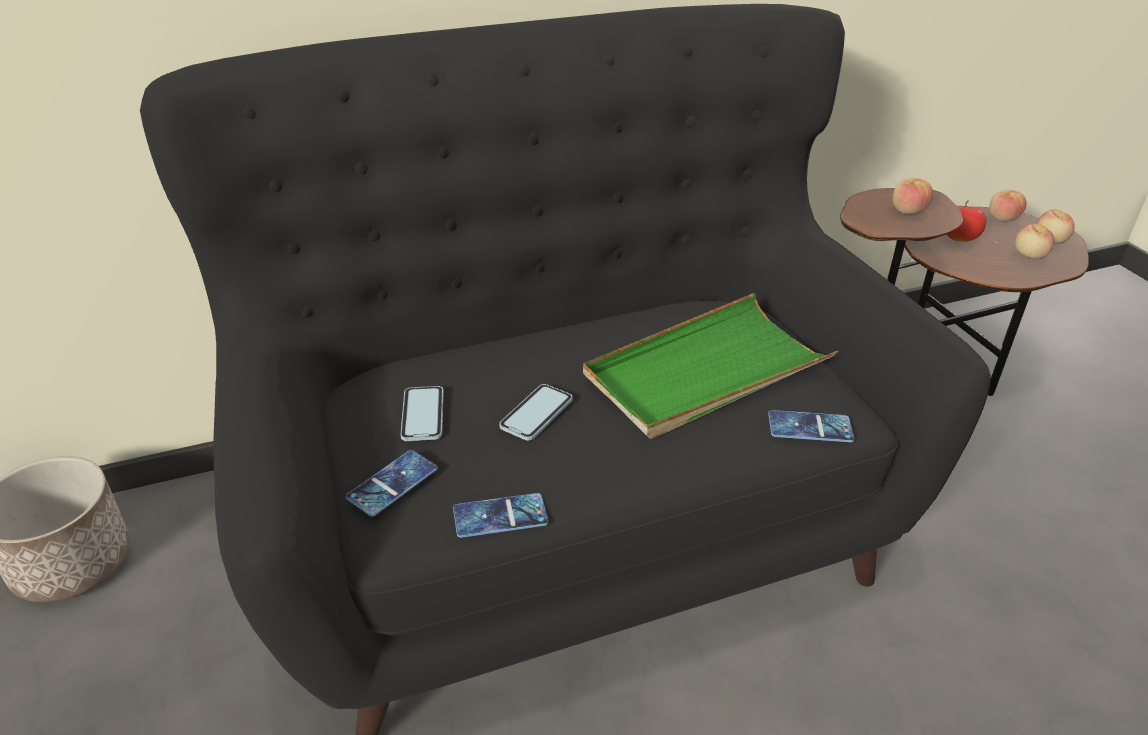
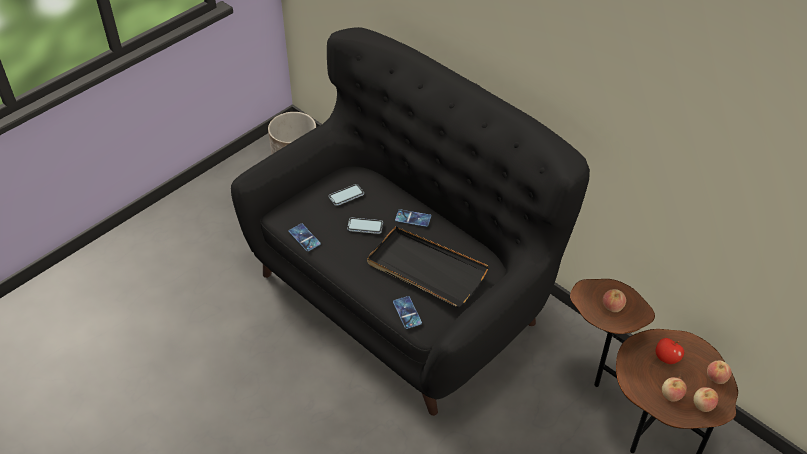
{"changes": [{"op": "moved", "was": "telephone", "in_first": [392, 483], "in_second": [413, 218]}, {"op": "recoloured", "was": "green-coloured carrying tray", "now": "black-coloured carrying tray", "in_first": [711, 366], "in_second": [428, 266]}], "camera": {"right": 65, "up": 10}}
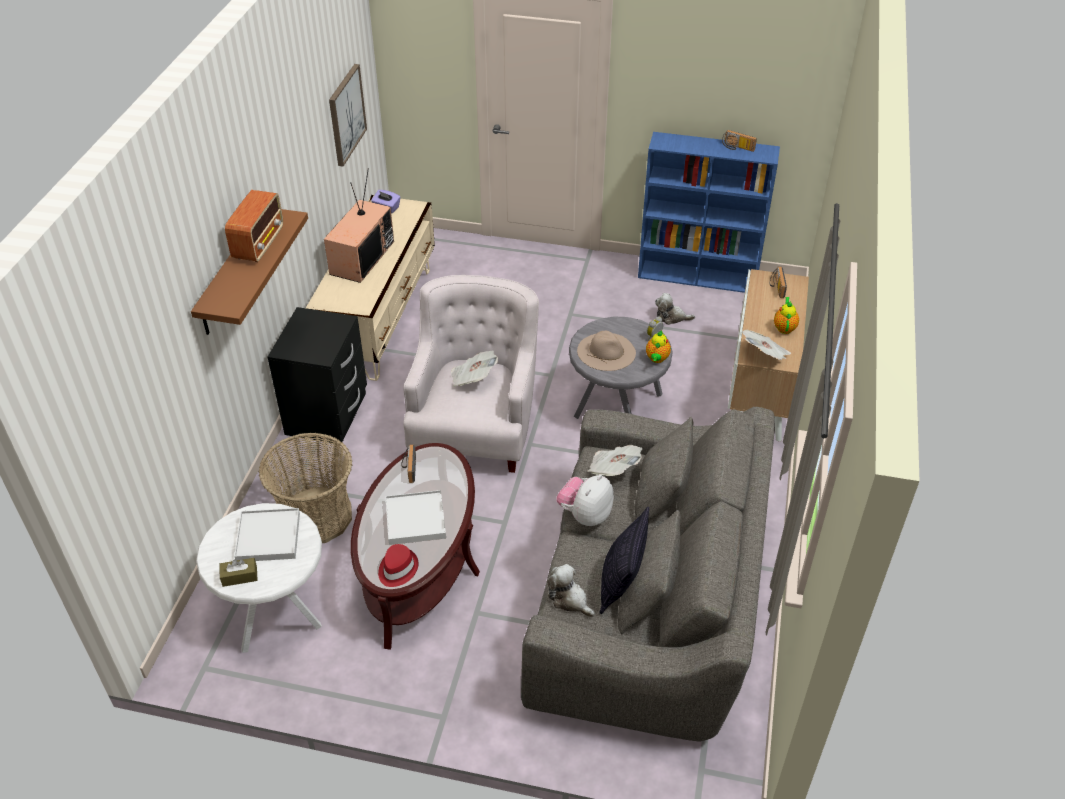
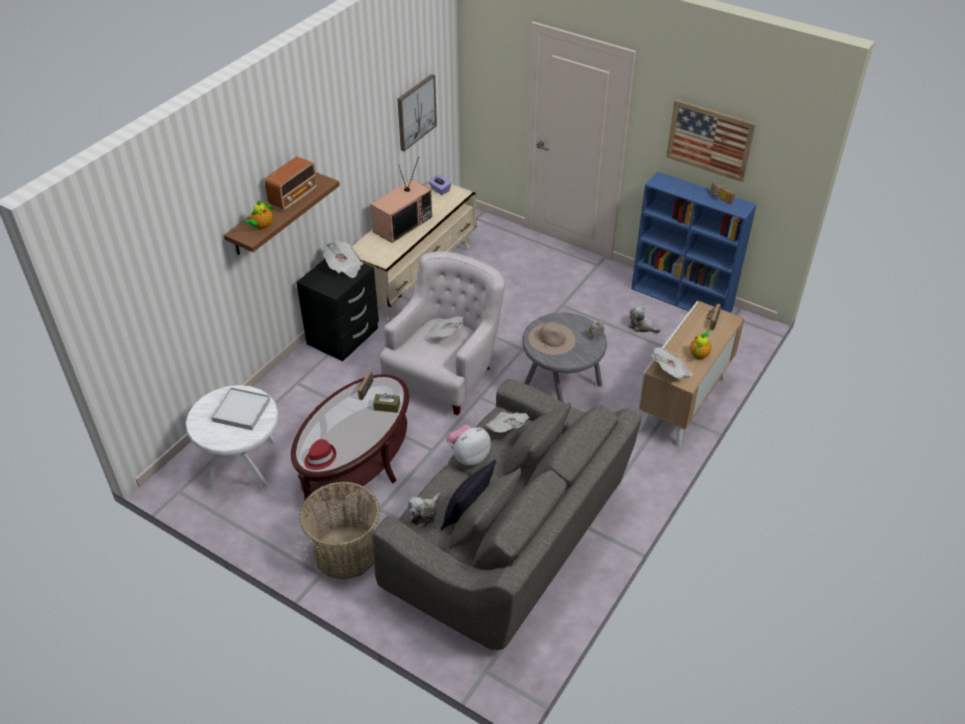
{"changes": [{"op": "moved", "was": "brown tissue box", "in_first": [238, 572], "in_second": [386, 403]}, {"op": "moved", "was": "basket", "in_first": [305, 488], "in_second": [340, 530]}, {"op": "removed", "was": "white-coloured carrying tray", "in_first": [415, 517]}, {"op": "turned", "was": "cuddly toy", "in_first": [571, 590], "in_second": [424, 510], "clockwise": -120}, {"op": "moved", "was": "tea pot", "in_first": [658, 346], "in_second": [258, 215]}, {"op": "added", "now": "newspaper", "in_second": [343, 259]}, {"op": "added", "now": "wall picture", "in_second": [711, 140]}], "camera": {"right": 20, "up": 0}}
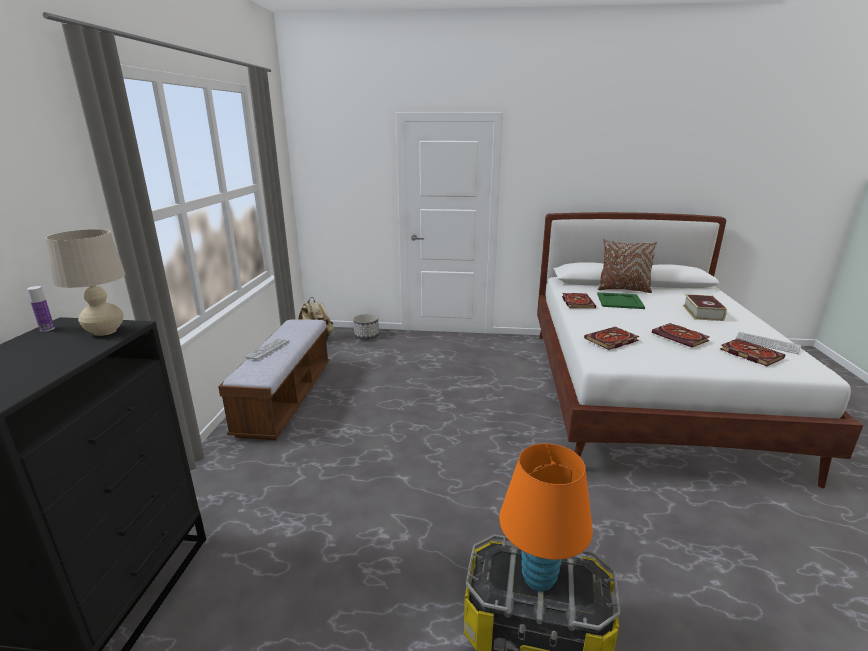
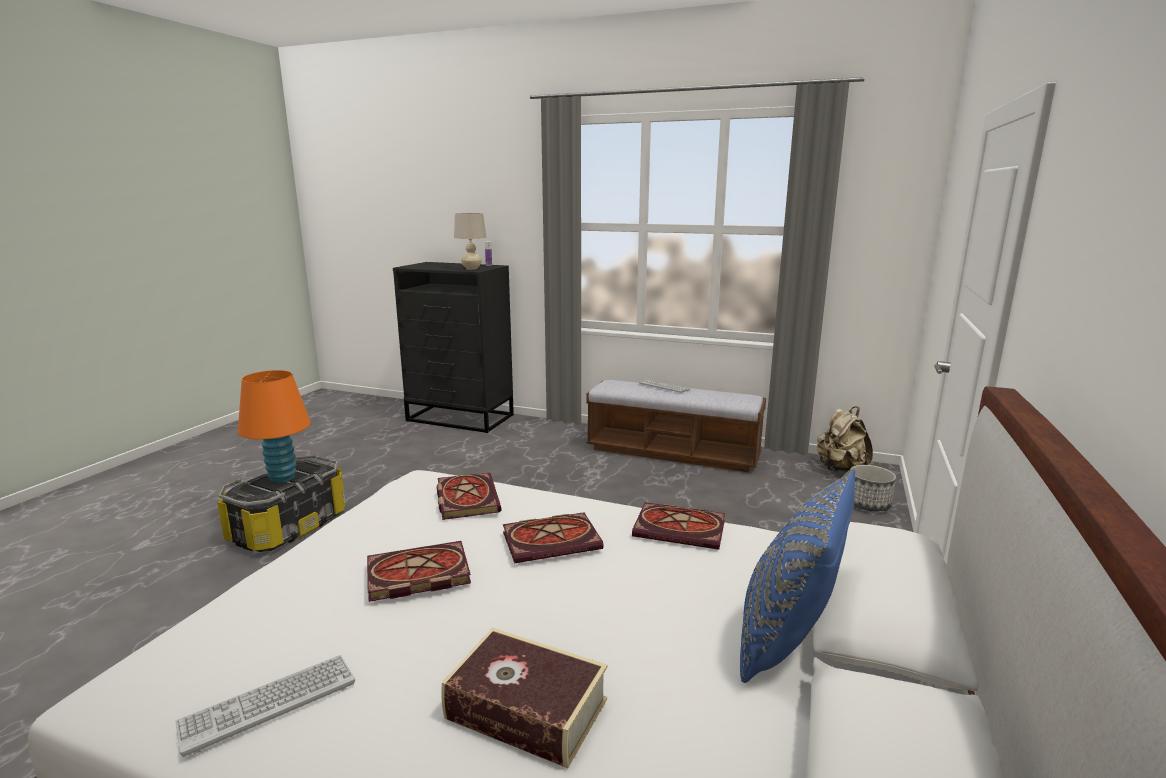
{"changes": [{"op": "recoloured", "was": "brown pillow", "now": "blue-coloured pillow", "in_first": [627, 266], "in_second": [797, 575]}, {"op": "removed", "was": "green-coloured carrying tray", "in_first": [621, 300]}, {"op": "moved", "was": "volume", "in_first": [752, 352], "in_second": [553, 537]}], "camera": {"right": 105, "up": -5}}
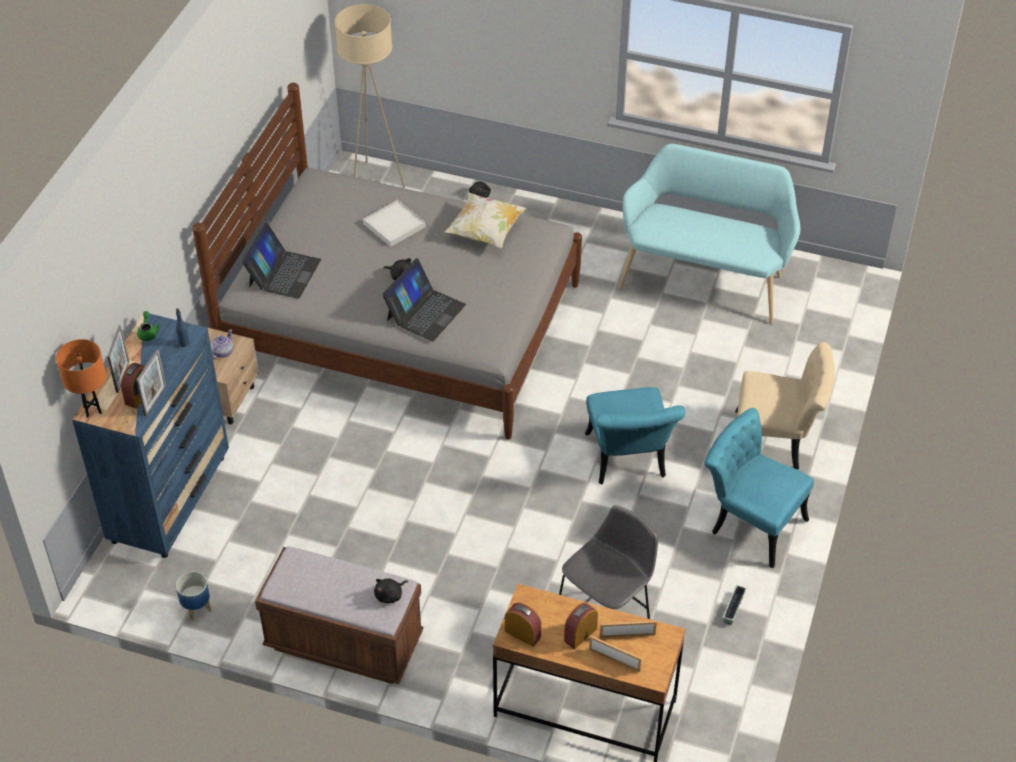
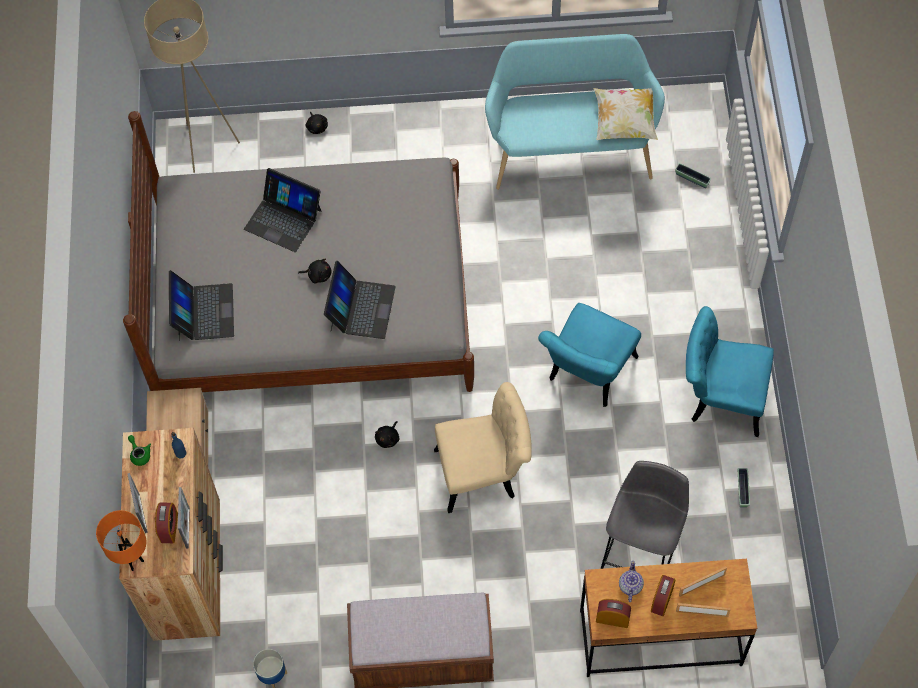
{"changes": [{"op": "recoloured", "was": "blue-coloured chest of drawers", "now": "brown chest of drawers", "in_first": [150, 435], "in_second": [171, 534]}, {"op": "moved", "was": "tea pot", "in_first": [222, 344], "in_second": [631, 581]}, {"op": "replaced", "was": "white-coloured carrying tray", "now": "portable computer", "in_first": [394, 223], "in_second": [283, 210]}, {"op": "moved", "was": "black-coloured cuddly toy", "in_first": [391, 591], "in_second": [387, 434]}, {"op": "moved", "was": "pillow", "in_first": [486, 221], "in_second": [625, 114]}, {"op": "turned", "was": "turquoise-coloured chair", "in_first": [635, 435], "in_second": [589, 355], "clockwise": 60}, {"op": "moved", "was": "beige-coloured chair", "in_first": [785, 406], "in_second": [483, 447]}, {"op": "added", "now": "plant pot", "in_second": [693, 175]}], "camera": {"right": -20, "up": 15}}
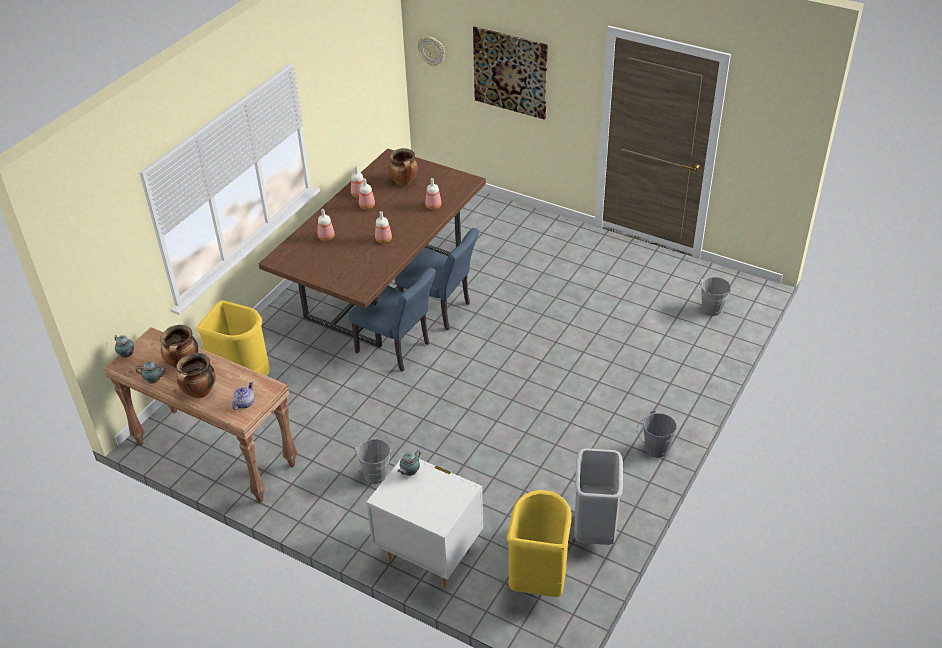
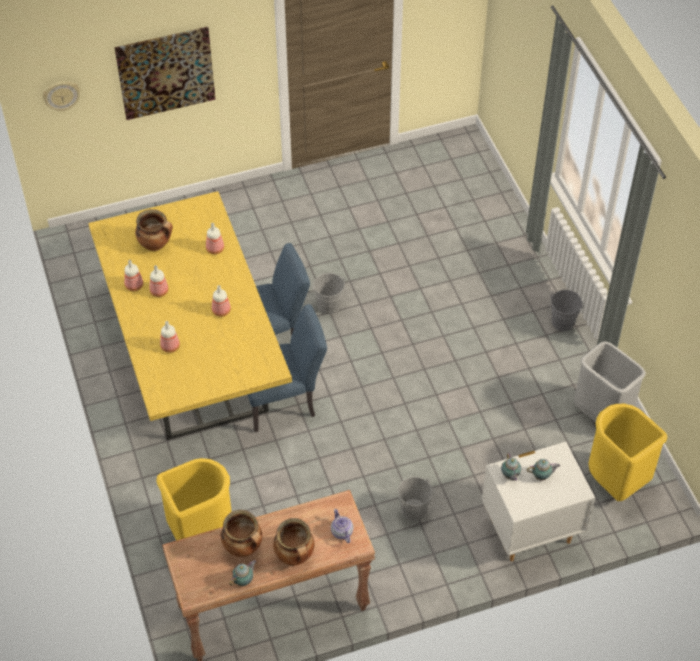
{"changes": [{"op": "moved", "was": "tea pot", "in_first": [124, 347], "in_second": [543, 470]}, {"op": "recoloured", "was": "brown dinner table", "now": "yellow dinner table", "in_first": [372, 248], "in_second": [190, 315]}, {"op": "moved", "was": "grey pail", "in_first": [715, 296], "in_second": [329, 293]}], "camera": {"right": -50, "up": 10}}
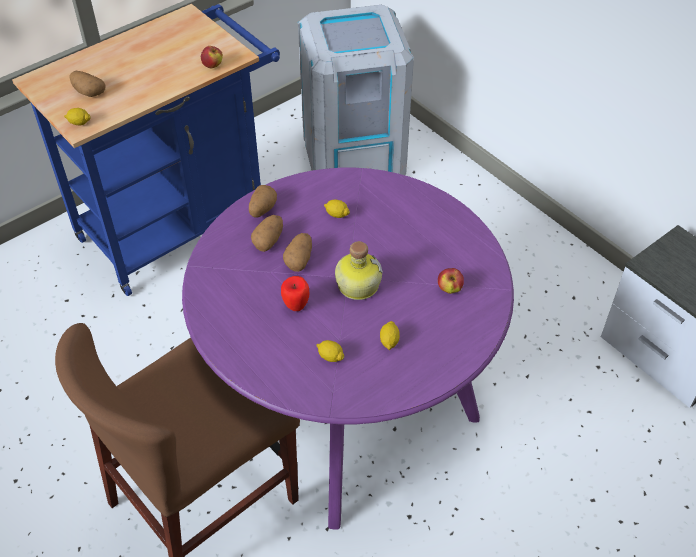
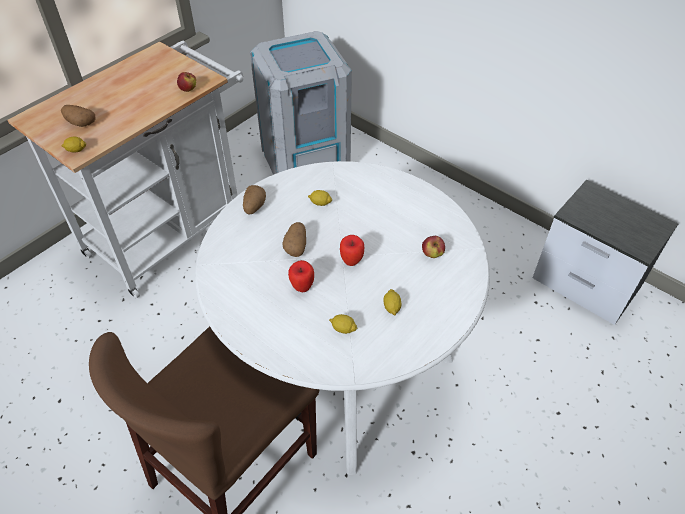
{"changes": [{"op": "recoloured", "was": "blue-coloured wheeled cart", "now": "white-coloured wheeled cart", "in_first": [146, 150], "in_second": [126, 169]}, {"op": "recoloured", "was": "purple dinner table", "now": "white-coloured dinner table", "in_first": [348, 349], "in_second": [342, 318]}, {"op": "removed", "was": "potato", "in_first": [267, 233]}, {"op": "replaced", "was": "bottle", "now": "whole apple", "in_first": [359, 270], "in_second": [352, 250]}], "camera": {"right": -10, "up": 0}}
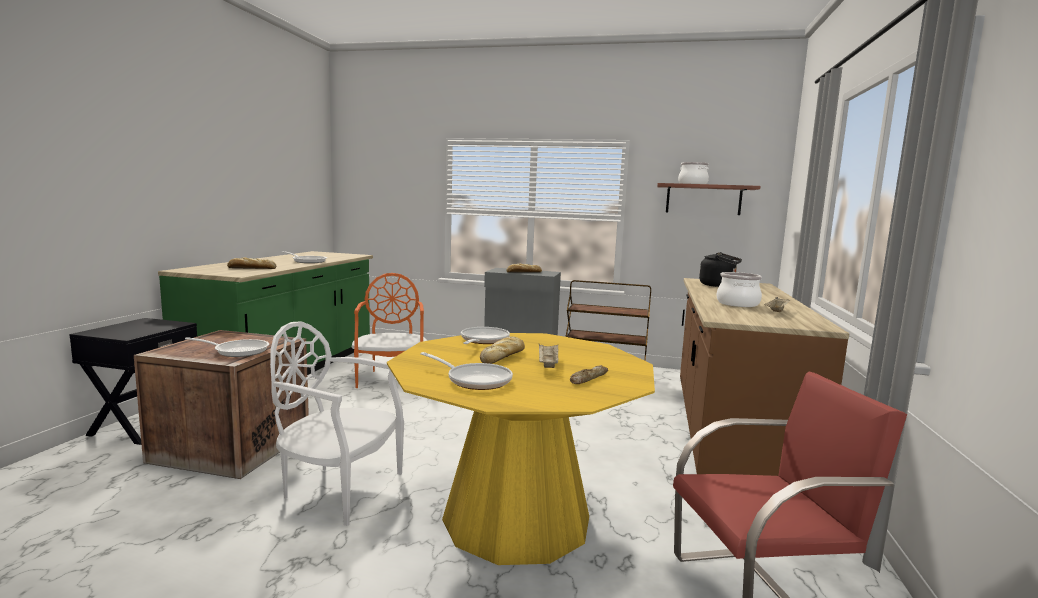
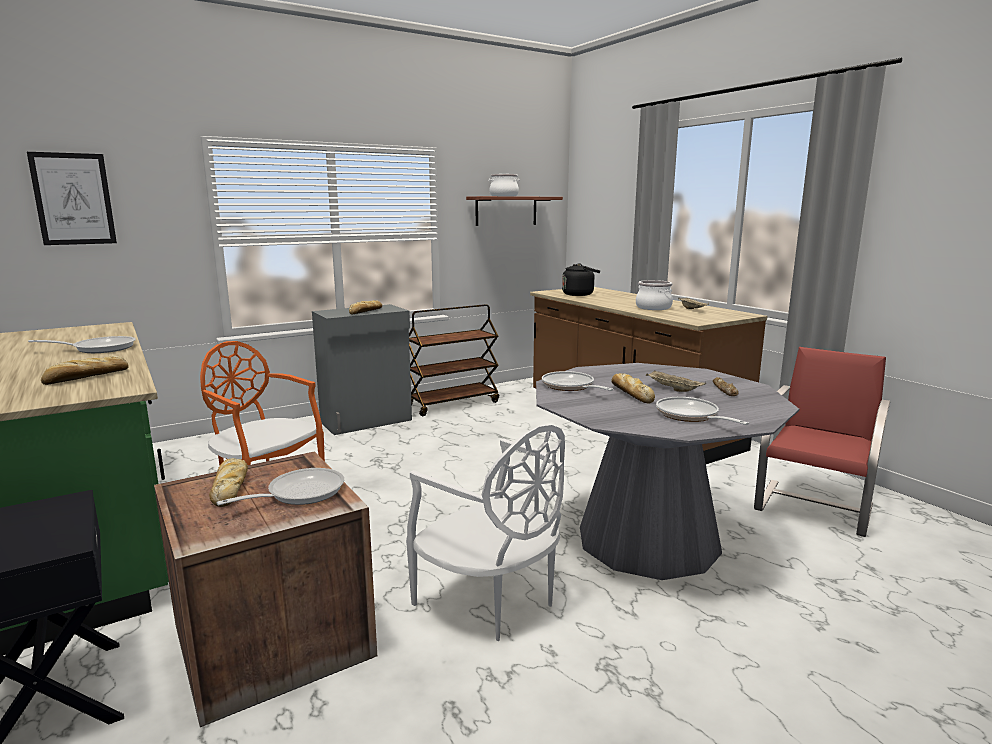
{"changes": [{"op": "turned", "was": "white-coloured chair", "in_first": [337, 423], "in_second": [485, 532], "clockwise": -105}, {"op": "recoloured", "was": "yellow dinner table", "now": "grey dinner table", "in_first": [521, 449], "in_second": [667, 471]}, {"op": "turned", "was": "skillet", "in_first": [466, 371], "in_second": [702, 411], "clockwise": -105}, {"op": "added", "now": "wall picture", "in_second": [72, 198]}, {"op": "added", "now": "bread", "in_second": [228, 482]}], "camera": {"right": -45, "up": 5}}
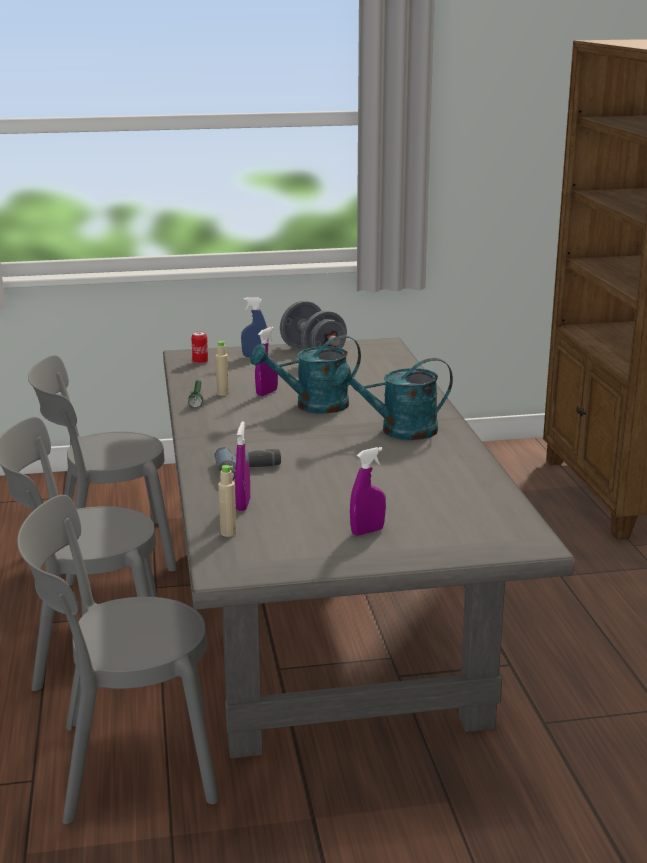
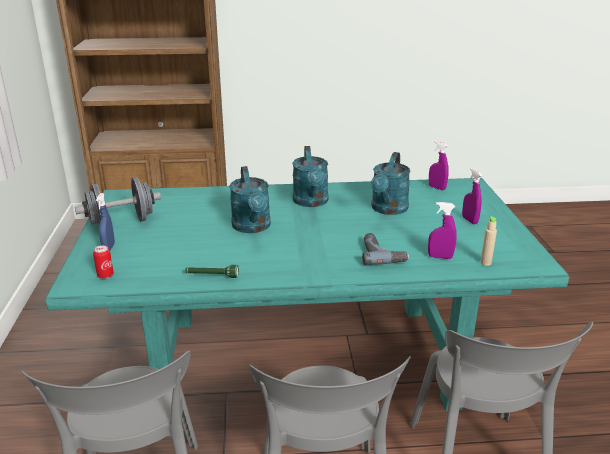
{"changes": [{"op": "recoloured", "was": "grey dinner table", "now": "turquoise-coloured dinner table", "in_first": [369, 548], "in_second": [307, 294]}, {"op": "removed", "was": "beige-coloured bottle", "in_first": [222, 368]}, {"op": "moved", "was": "purple spray bottle", "in_first": [266, 361], "in_second": [439, 165]}, {"op": "added", "now": "turquoise-coloured watering pot", "in_second": [390, 183]}], "camera": {"right": -85, "up": 5}}
